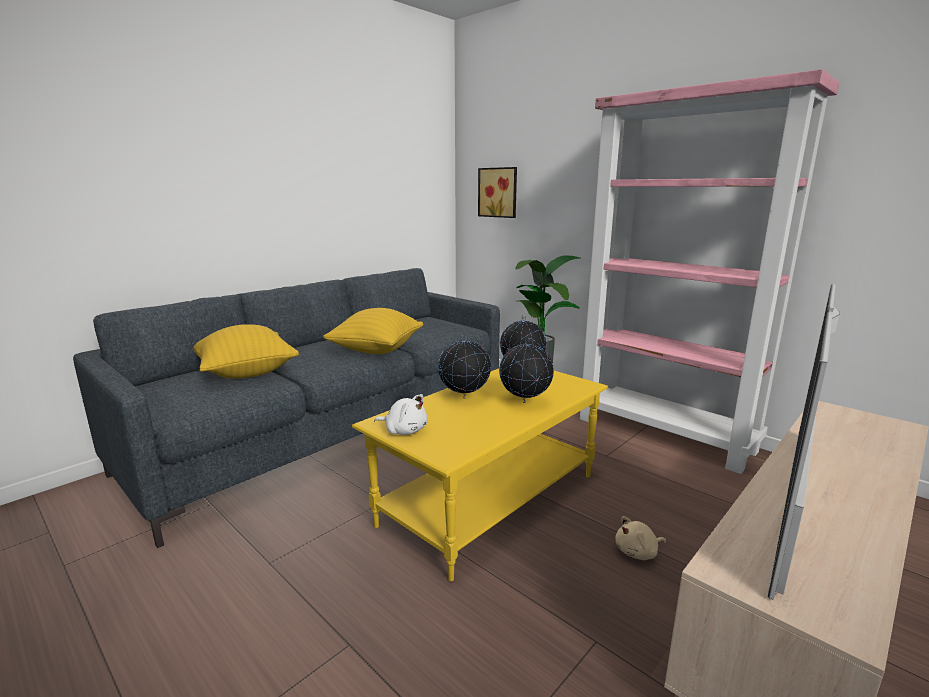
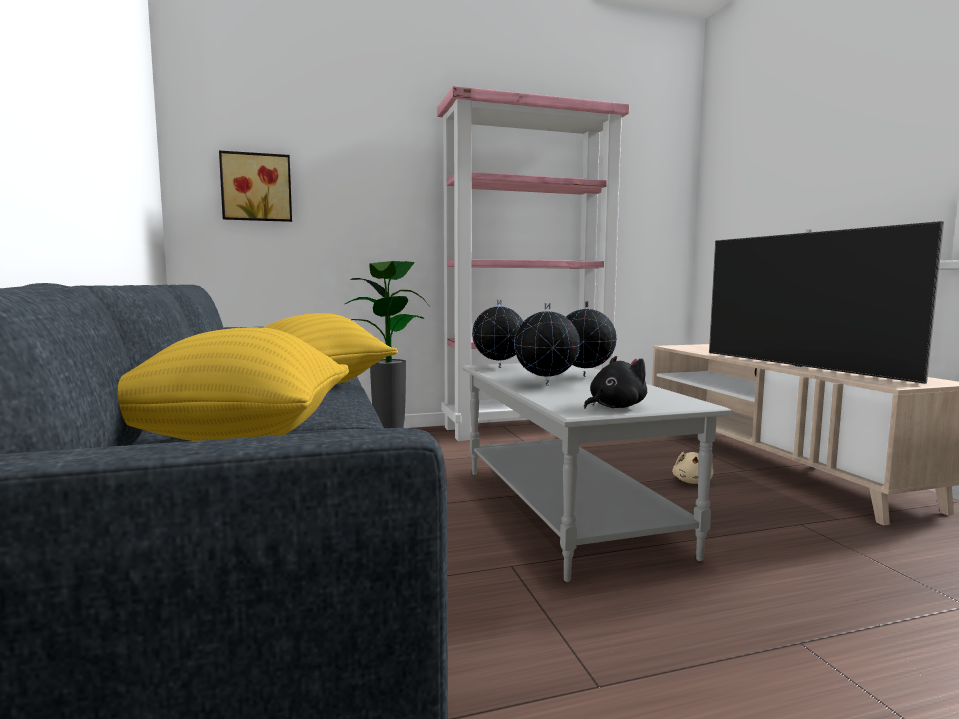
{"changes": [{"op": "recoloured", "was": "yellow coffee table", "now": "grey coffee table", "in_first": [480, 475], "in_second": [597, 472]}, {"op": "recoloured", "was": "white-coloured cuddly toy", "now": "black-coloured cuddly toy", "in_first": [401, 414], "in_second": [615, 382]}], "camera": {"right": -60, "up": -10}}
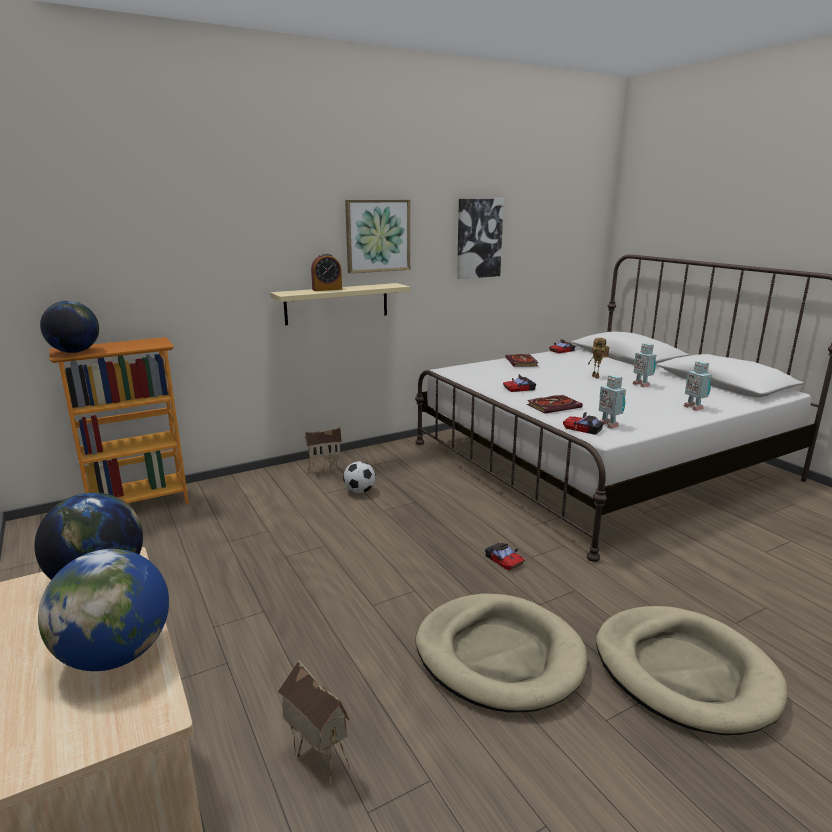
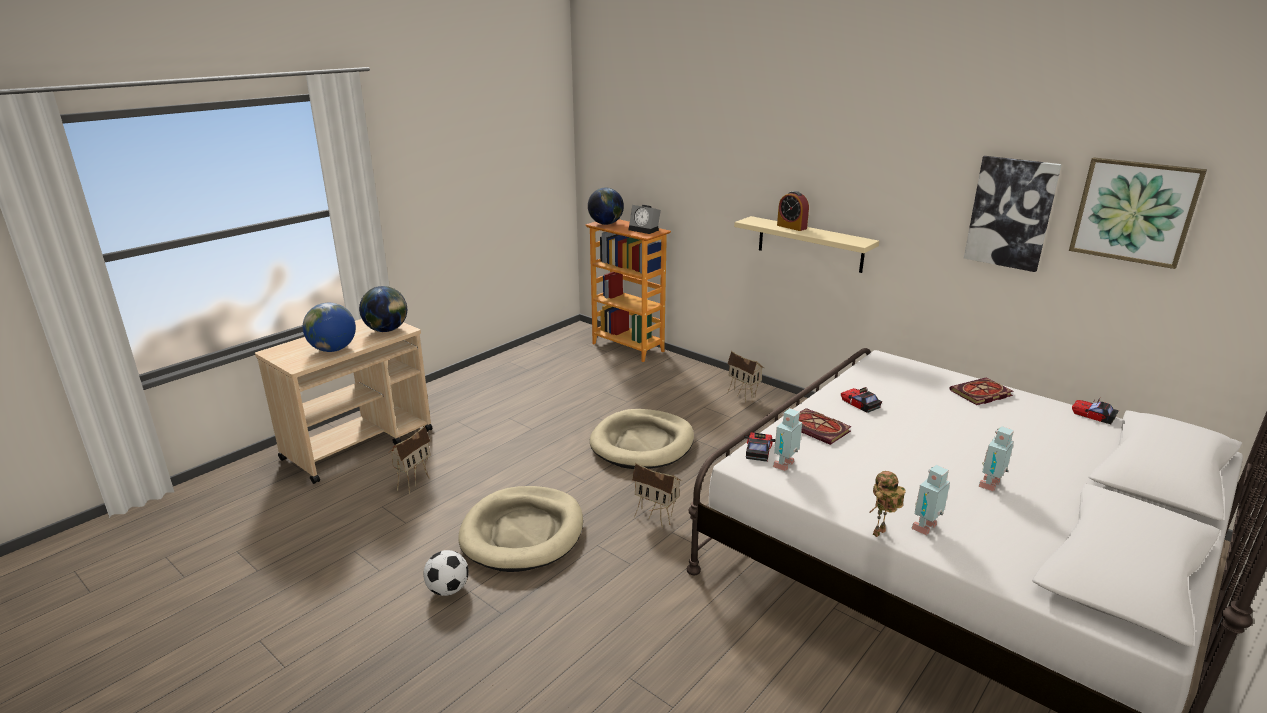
{"changes": [{"op": "moved", "was": "football ball", "in_first": [359, 477], "in_second": [446, 573]}, {"op": "moved", "was": "wall picture", "in_first": [377, 236], "in_second": [1138, 213]}, {"op": "replaced", "was": "model car", "now": "model house", "in_first": [505, 557], "in_second": [657, 495]}, {"op": "moved", "was": "toy robot", "in_first": [599, 358], "in_second": [888, 504]}, {"op": "moved", "was": "beige-coloured dog cushion", "in_first": [692, 670], "in_second": [642, 439]}, {"op": "added", "now": "table clock", "in_second": [644, 219]}], "camera": {"right": 70, "up": 5}}
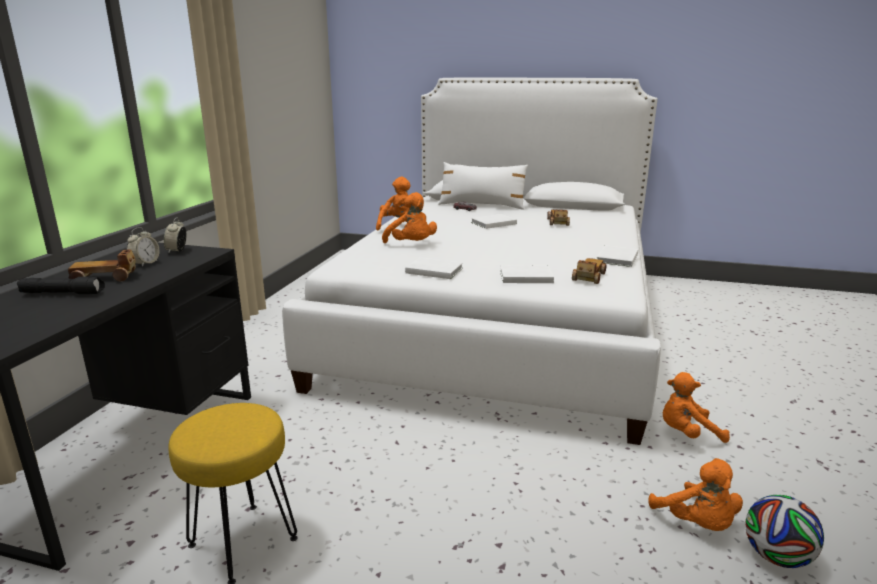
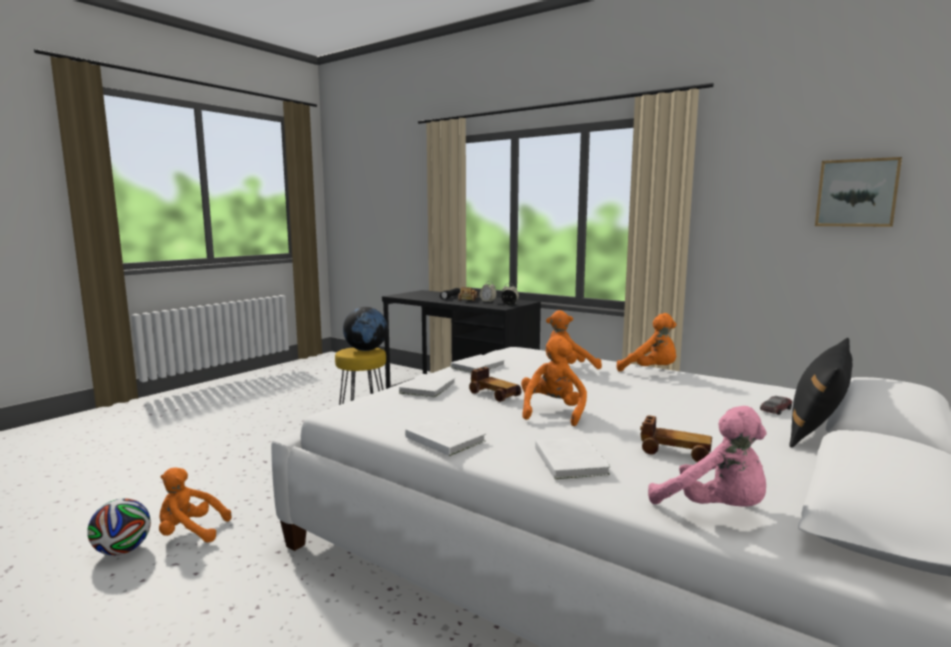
{"changes": [{"op": "recoloured", "was": "white-coloured pillow", "now": "black-coloured pillow", "in_first": [483, 186], "in_second": [820, 393]}, {"op": "moved", "was": "white-coloured volume", "in_first": [494, 221], "in_second": [573, 458]}, {"op": "moved", "was": "model car", "in_first": [589, 271], "in_second": [495, 384]}, {"op": "moved", "was": "orangey cuddly toy", "in_first": [696, 407], "in_second": [554, 381]}, {"op": "added", "now": "globe", "in_second": [365, 329]}, {"op": "added", "now": "pink-coloured cuddly toy", "in_second": [707, 456]}, {"op": "added", "now": "wall picture", "in_second": [858, 192]}], "camera": {"right": 110, "up": -10}}
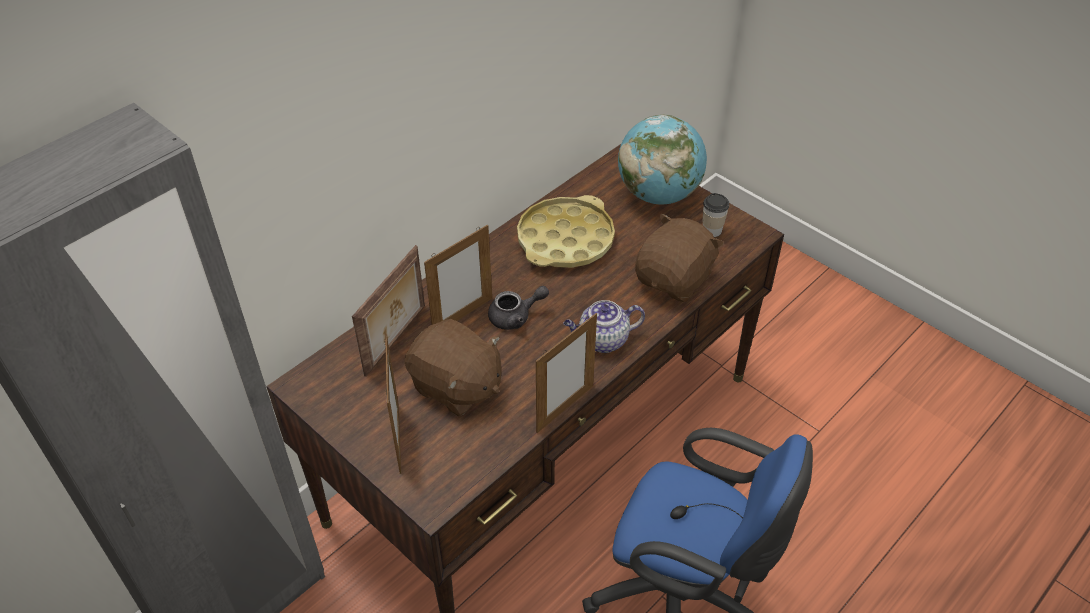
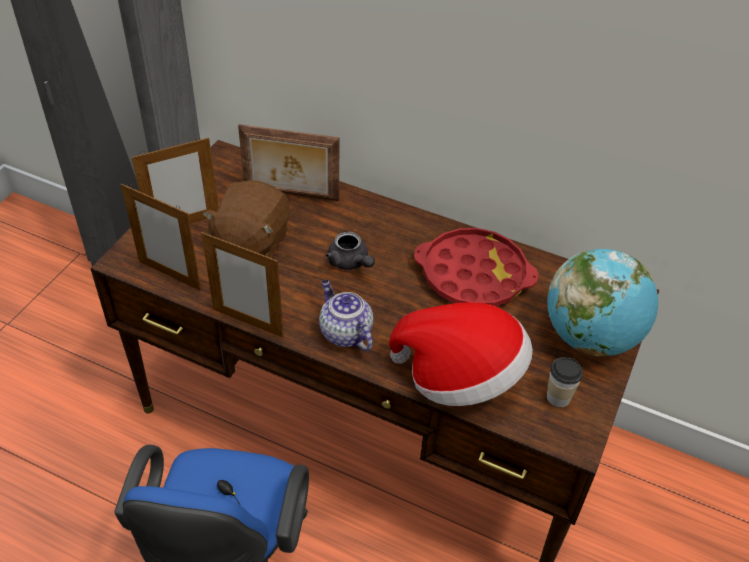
{"changes": [{"op": "moved", "was": "photo frame", "in_first": [458, 274], "in_second": [161, 237]}, {"op": "recoloured", "was": "yellow carrying tray", "now": "reddish carrying tray", "in_first": [566, 231], "in_second": [476, 267]}, {"op": "replaced", "was": "brown cuddly toy", "now": "hat", "in_first": [679, 257], "in_second": [461, 354]}], "camera": {"right": 70, "up": 0}}
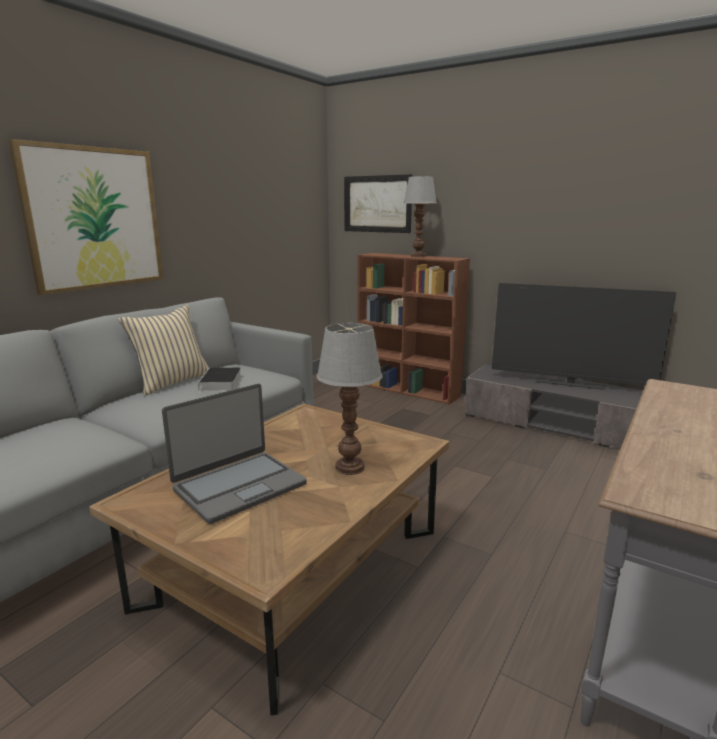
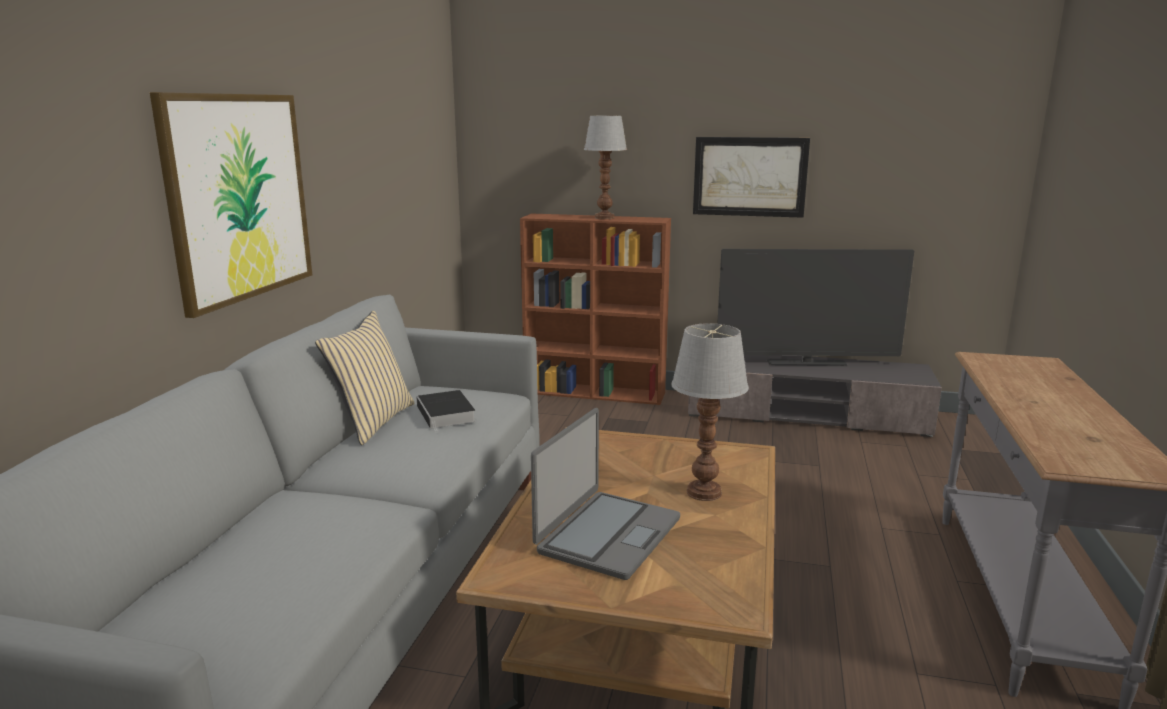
{"changes": [{"op": "moved", "was": "wall picture", "in_first": [378, 203], "in_second": [751, 177]}], "camera": {"right": -20, "up": 0}}
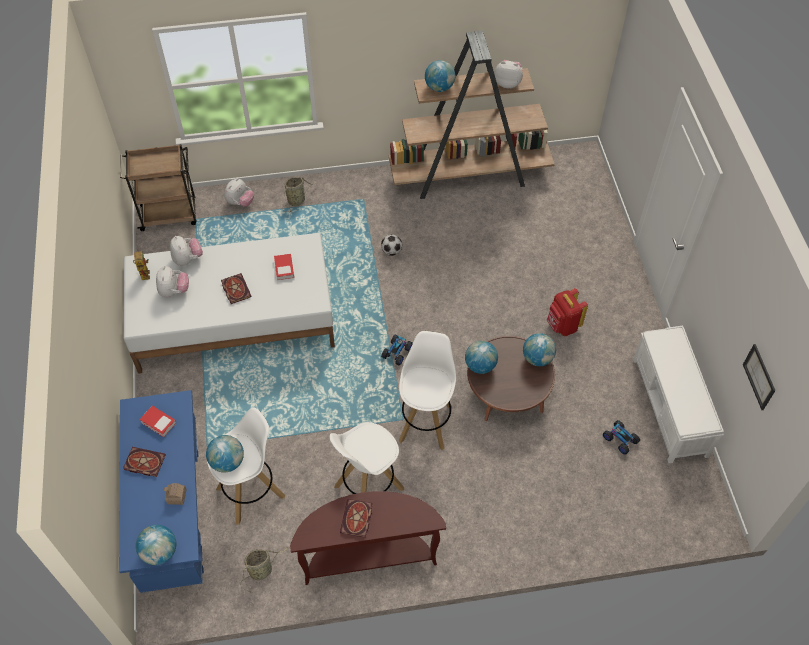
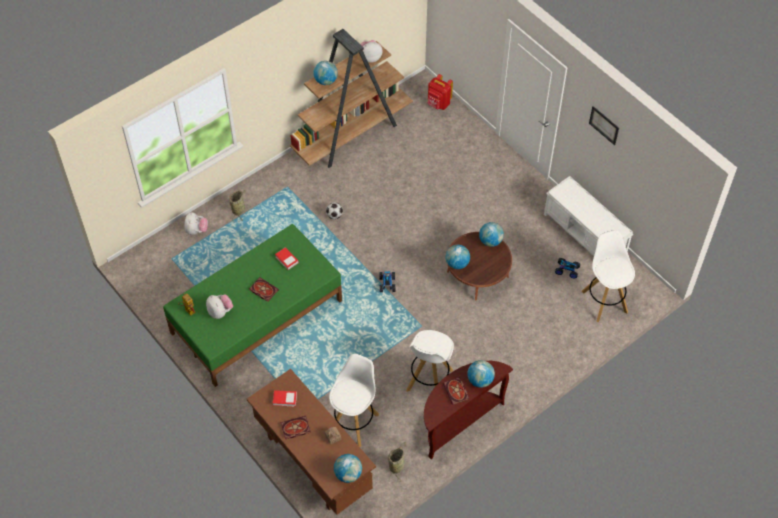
{"changes": [{"op": "recoloured", "was": "blue-coloured desk unit", "now": "brown desk unit", "in_first": [161, 491], "in_second": [311, 442]}, {"op": "removed", "was": "brown wheeled cart", "in_first": [158, 187]}, {"op": "recoloured", "was": "white-coloured bedroom bed", "now": "green-coloured bedroom bed", "in_first": [229, 303], "in_second": [252, 305]}, {"op": "removed", "was": "cuddly toy", "in_first": [186, 251]}, {"op": "moved", "was": "globe", "in_first": [225, 454], "in_second": [481, 374]}, {"op": "moved", "was": "white-coloured stool", "in_first": [427, 390], "in_second": [608, 276]}, {"op": "moved", "was": "reddish knapsack", "in_first": [567, 312], "in_second": [440, 92]}, {"op": "moved", "was": "wall picture", "in_first": [759, 377], "in_second": [604, 125]}], "camera": {"right": -30, "up": 0}}
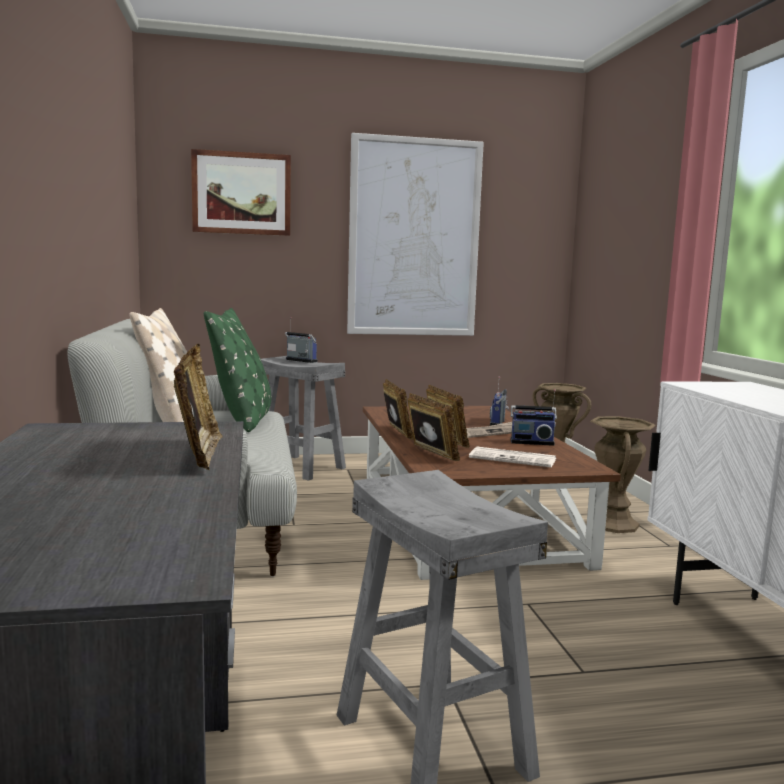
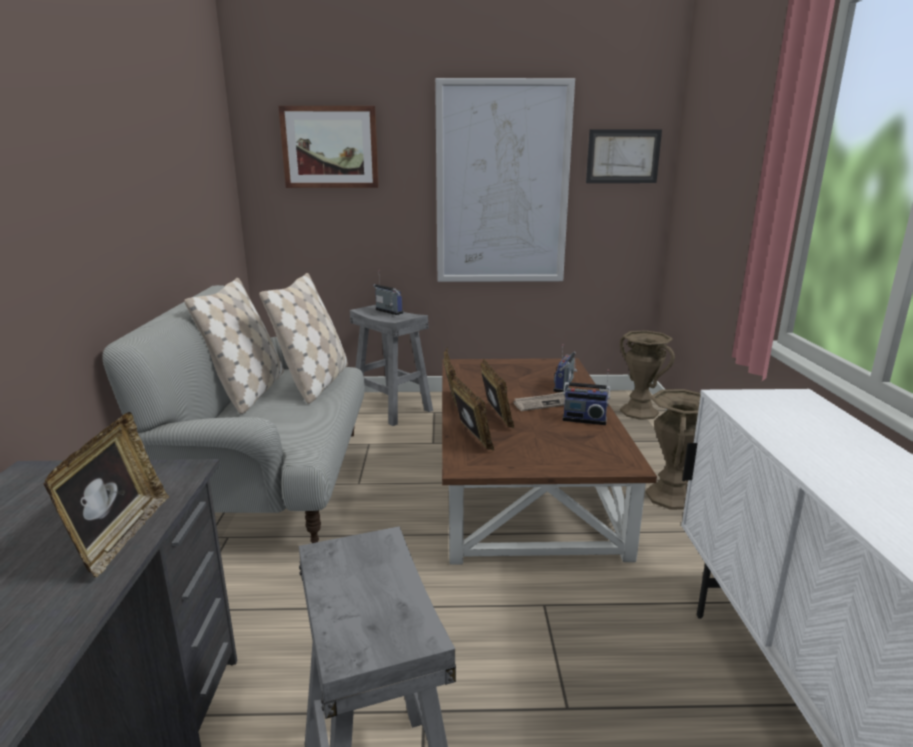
{"changes": [{"op": "recoloured", "was": "green-coloured pillow", "now": "beige-coloured pillow", "in_first": [237, 370], "in_second": [303, 338]}, {"op": "removed", "was": "newspaper", "in_first": [512, 457]}, {"op": "added", "now": "wall picture", "in_second": [624, 156]}], "camera": {"right": 10, "up": 10}}
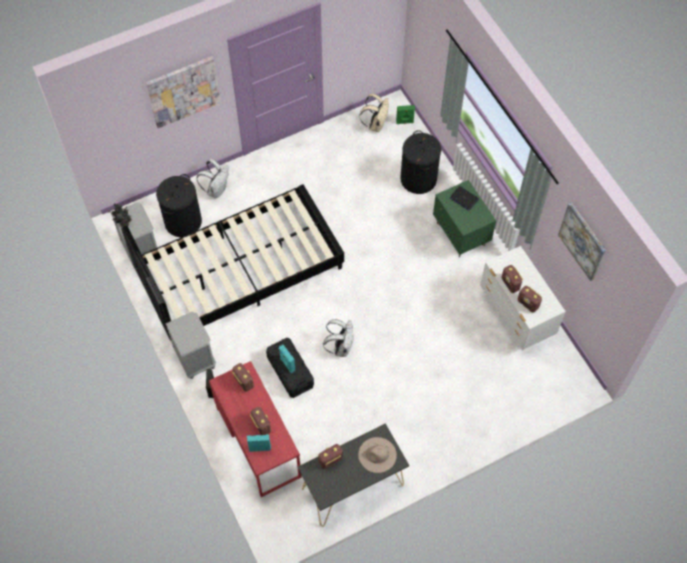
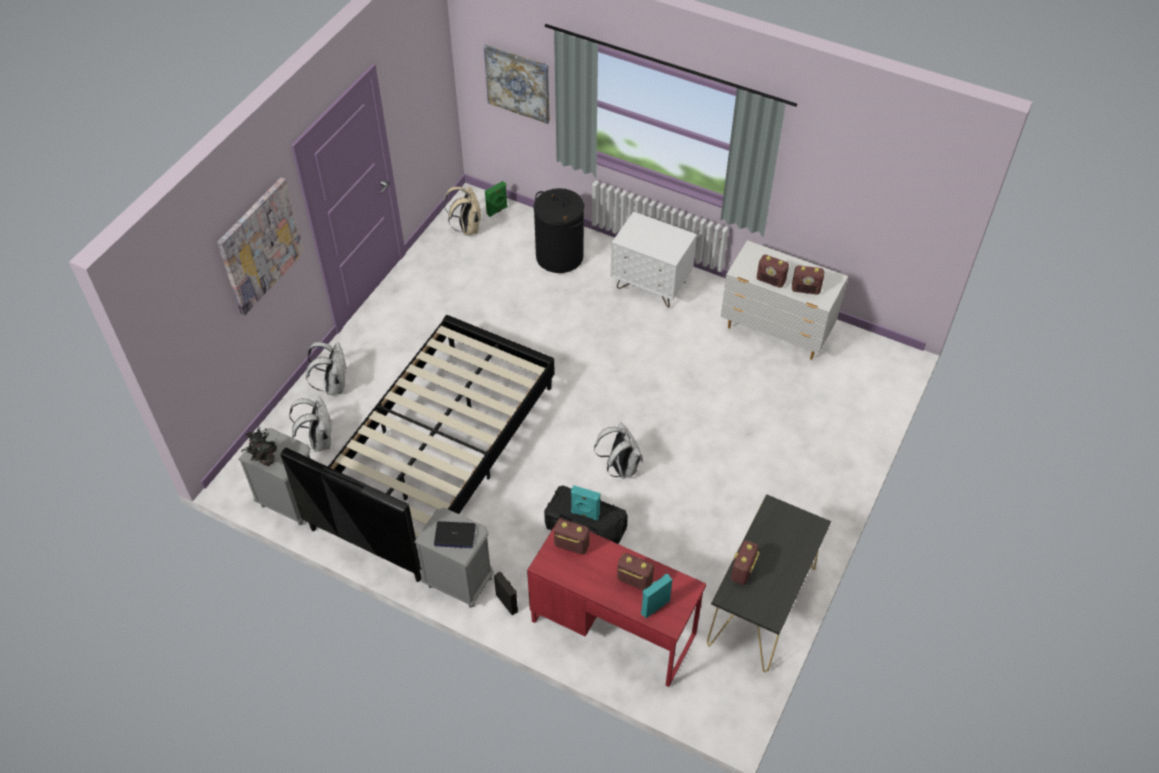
{"changes": [{"op": "replaced", "was": "black-coloured washing basket", "now": "white-coloured knapsack", "in_first": [179, 205], "in_second": [310, 424]}, {"op": "removed", "was": "beige-coloured hat", "in_first": [377, 455]}, {"op": "recoloured", "was": "green-coloured night table", "now": "white-coloured night table", "in_first": [464, 218], "in_second": [654, 260]}, {"op": "moved", "was": "portable computer", "in_first": [464, 198], "in_second": [455, 534]}, {"op": "moved", "was": "wall picture", "in_first": [582, 241], "in_second": [517, 84]}], "camera": {"right": -35, "up": -10}}
